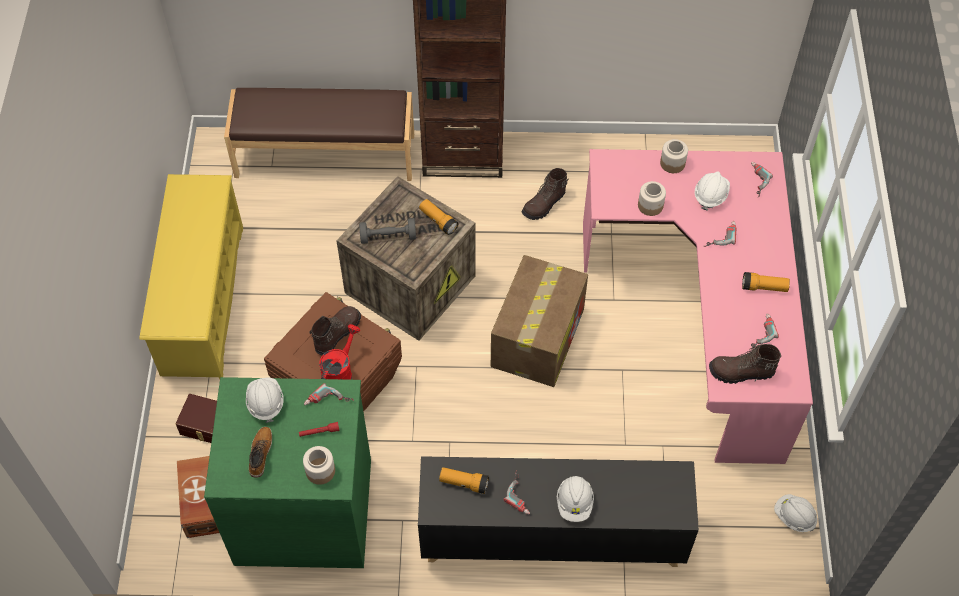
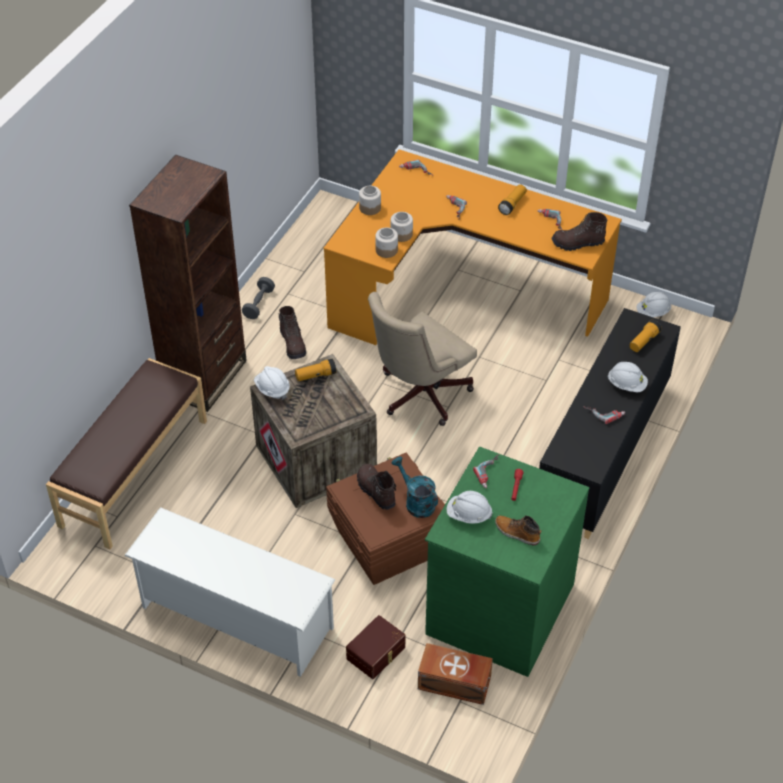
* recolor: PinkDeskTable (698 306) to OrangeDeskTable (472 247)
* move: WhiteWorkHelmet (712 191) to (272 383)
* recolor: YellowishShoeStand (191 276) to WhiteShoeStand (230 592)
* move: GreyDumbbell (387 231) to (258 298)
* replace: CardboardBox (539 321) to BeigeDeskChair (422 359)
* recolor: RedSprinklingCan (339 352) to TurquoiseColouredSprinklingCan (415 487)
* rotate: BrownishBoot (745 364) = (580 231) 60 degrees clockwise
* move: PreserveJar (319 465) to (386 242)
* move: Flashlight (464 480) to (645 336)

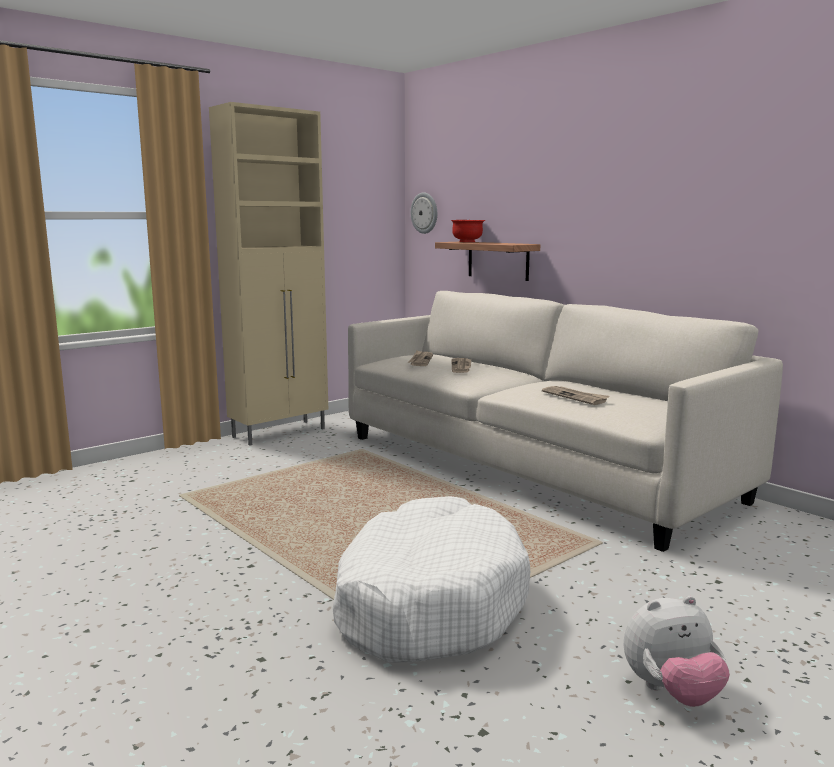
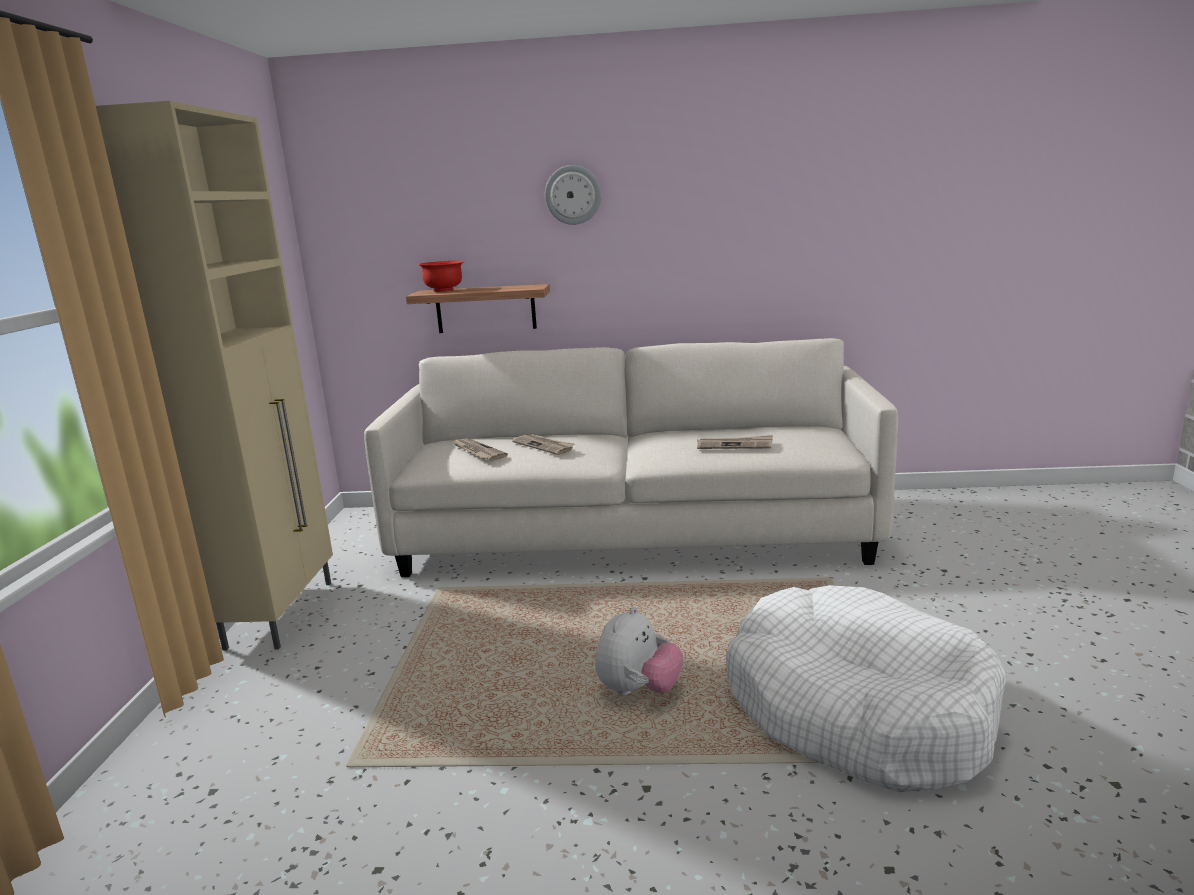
* move: HangingClock (423 213) to (573 195)
* move: CuddlyToy (677 651) to (639 650)

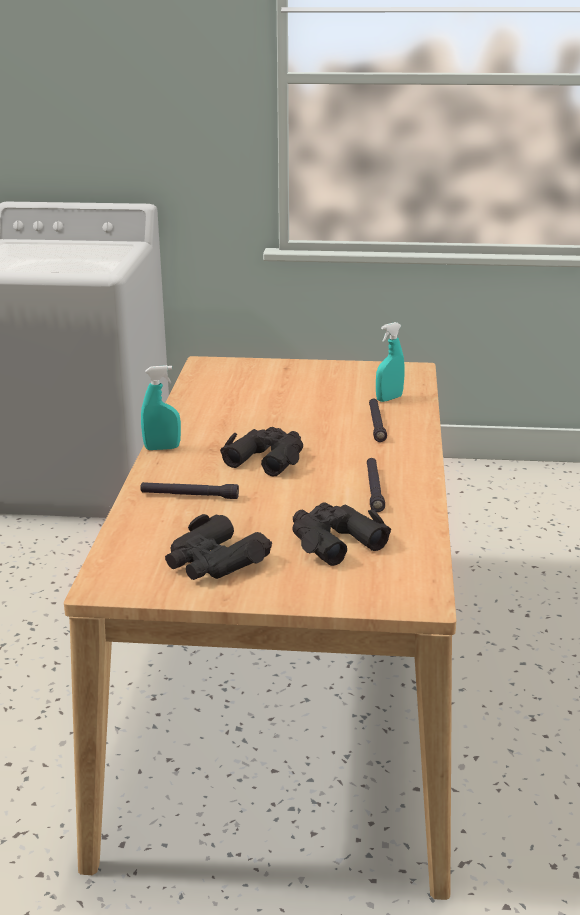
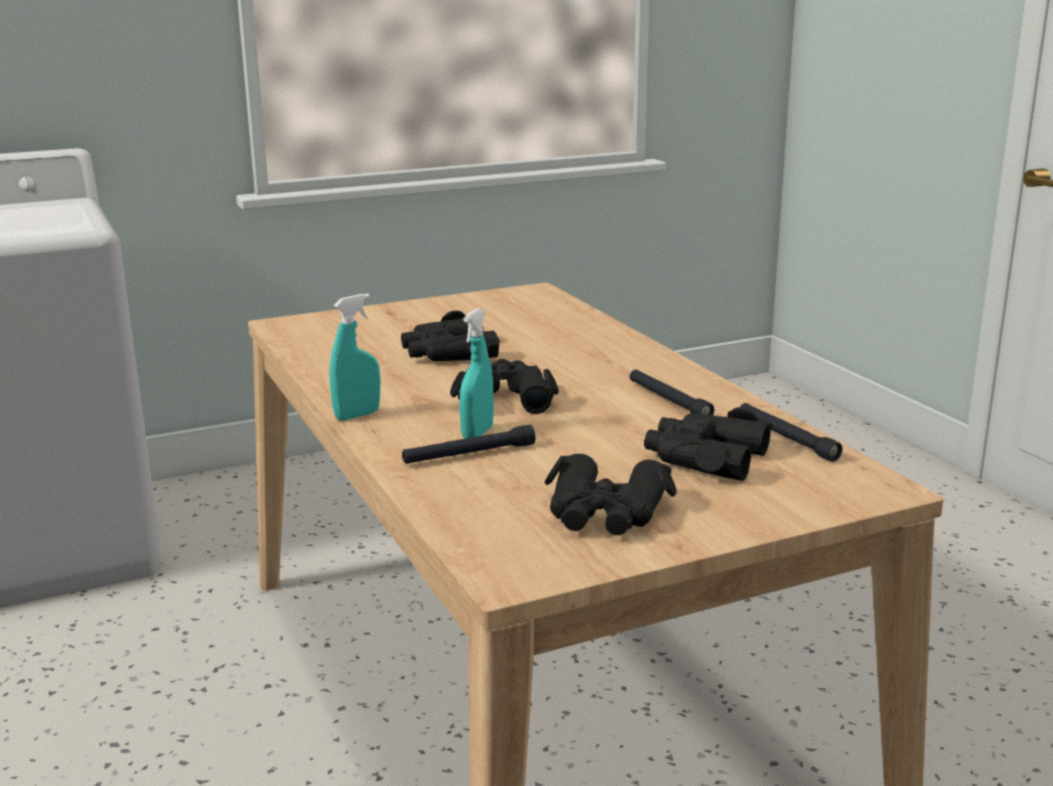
* move: TurquoiseColouredSprayer (390 362) to (477 373)
* move: BlackColouredFlashlight (378 420) to (791 432)
* insert: BlackColouredBinoculars (450 335)

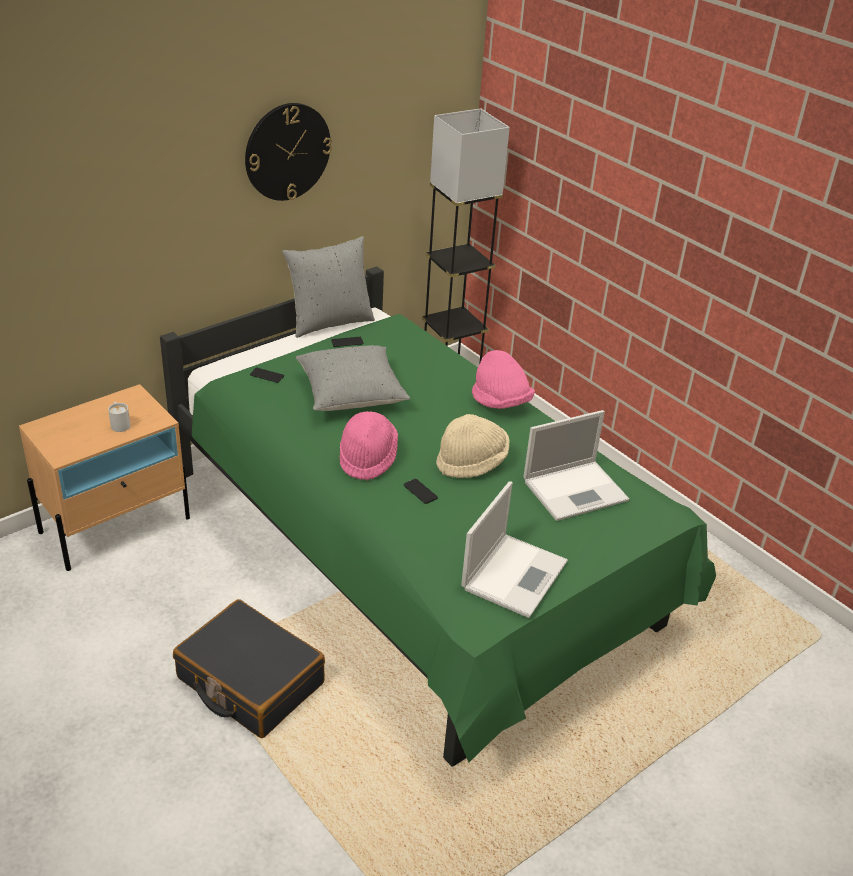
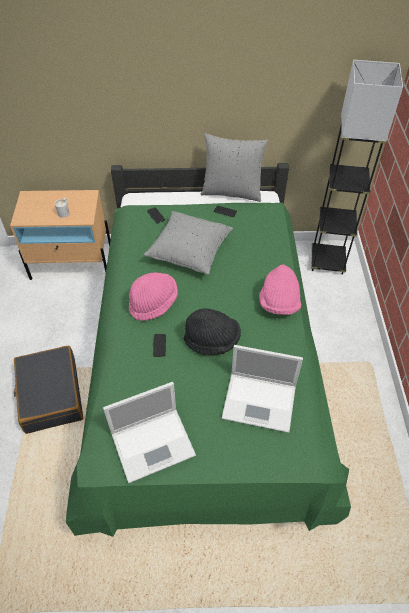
* delete: HangingClock (288 152)
* recolor: BeigeWearableHat (473 446) to BlackColouredWearableHat (212 331)

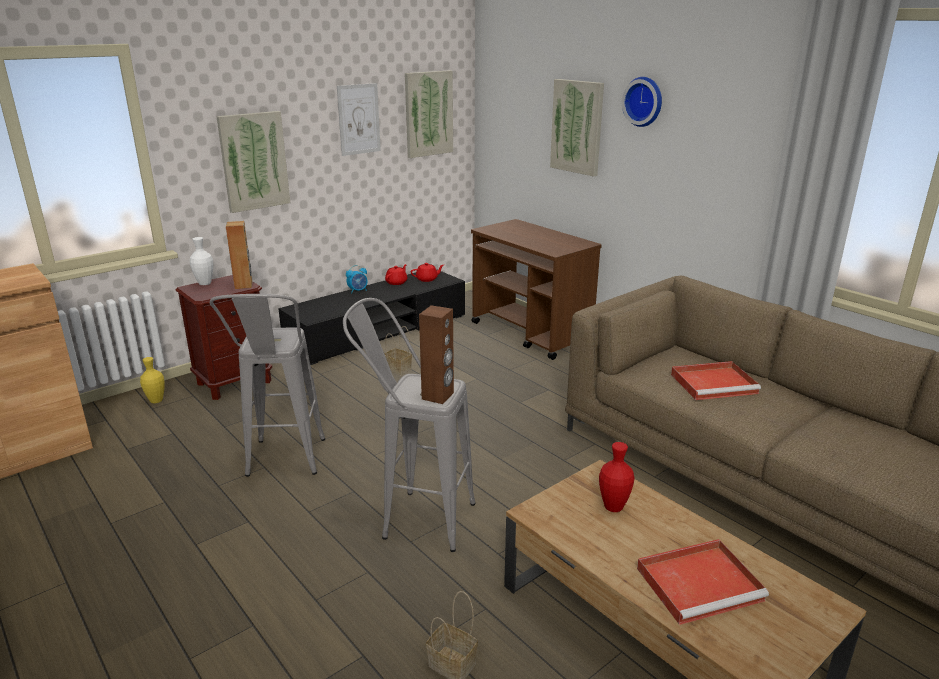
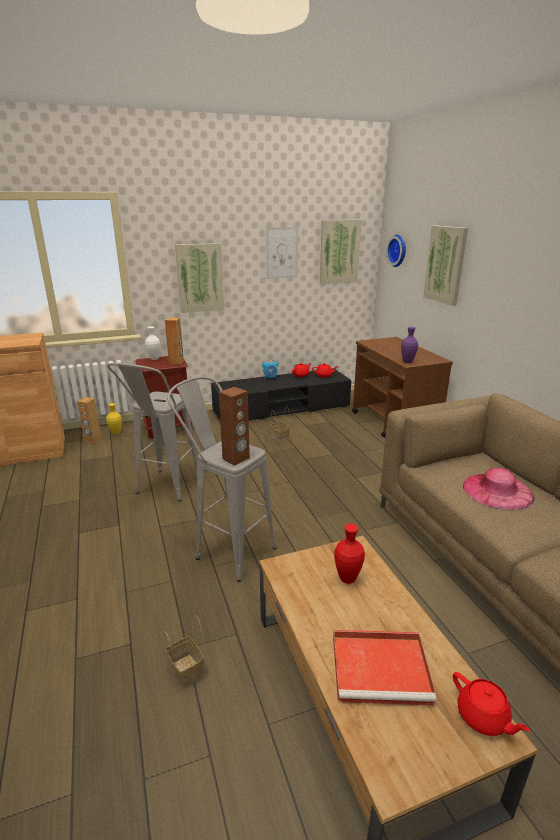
* move: HangingClock (642 102) to (396 251)
* replace: RedTray (716 380) to PinkWearableHat (499 489)
* insert: PurpleFlowerVase (409 345)
* insert: BrownishSpeaker (89 420)
* insert: RedTeapot (491 704)

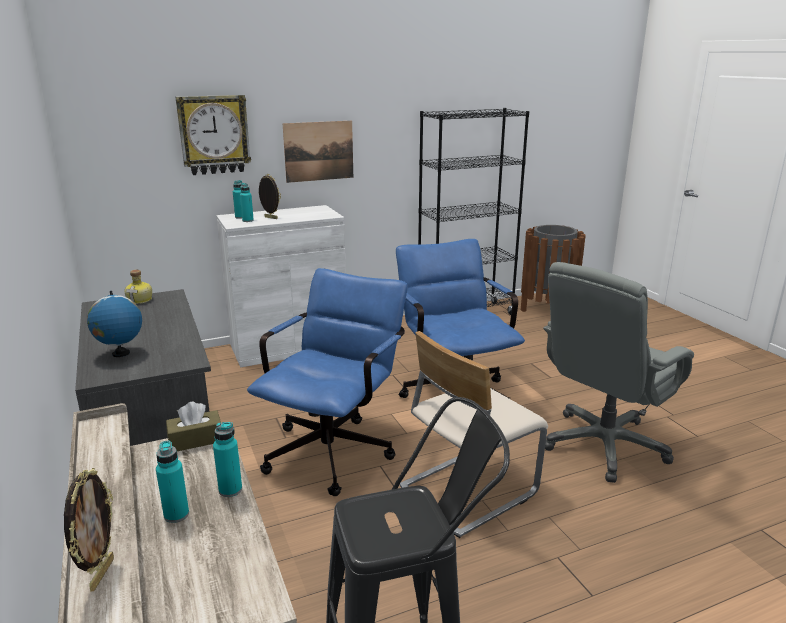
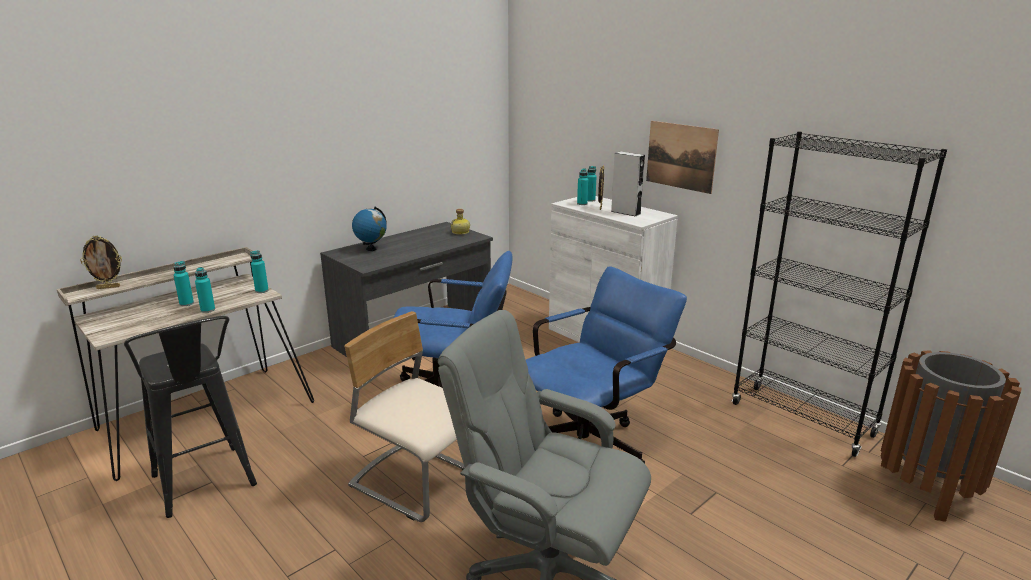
* delete: HangingClock (213 135)
* replace: BrownishTissueHolder (193 426) to TurquoiseColouredDrinkBottle (259 271)
* insert: GreySpeaker (628 184)

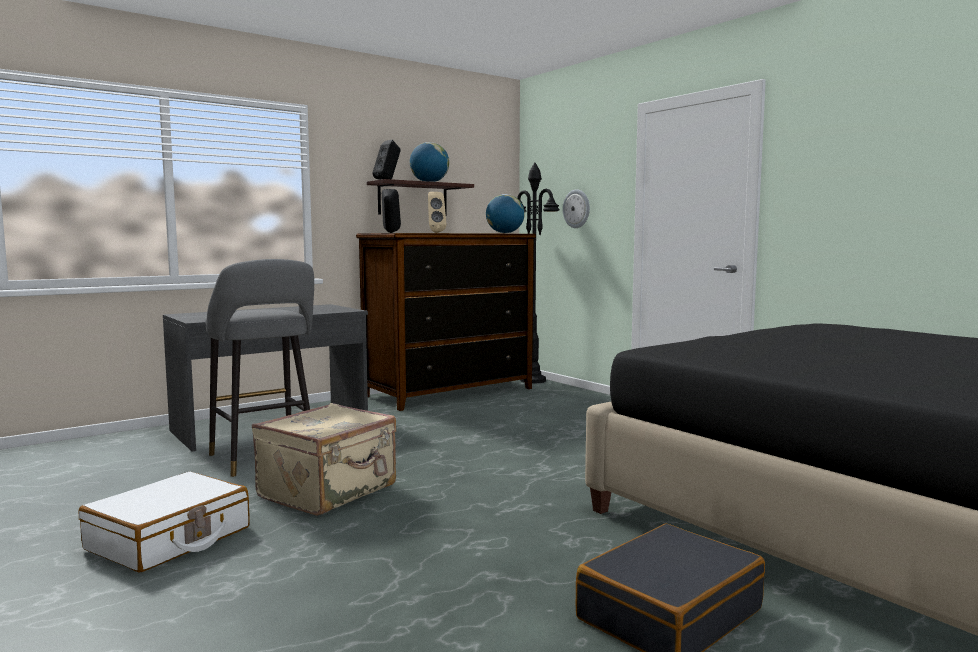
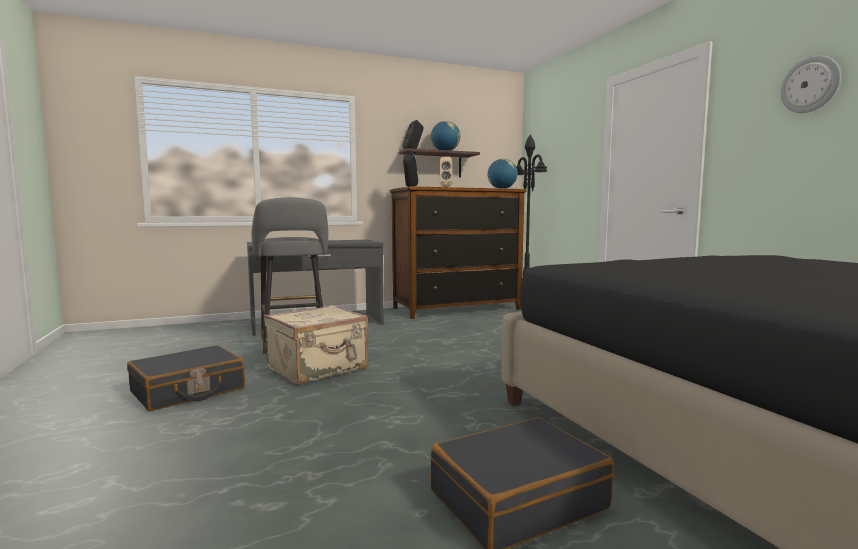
* move: HangingClock (576 208) to (811 84)
* recolor: WhiteTravelCase (164 522) to BlackColouredTravelCase (186 378)

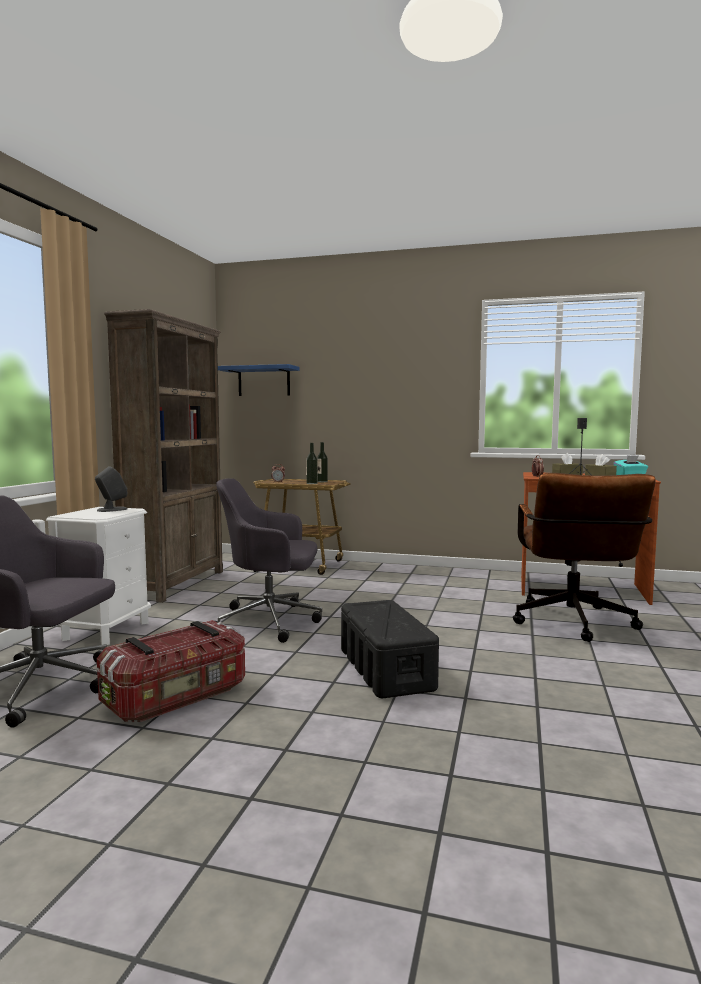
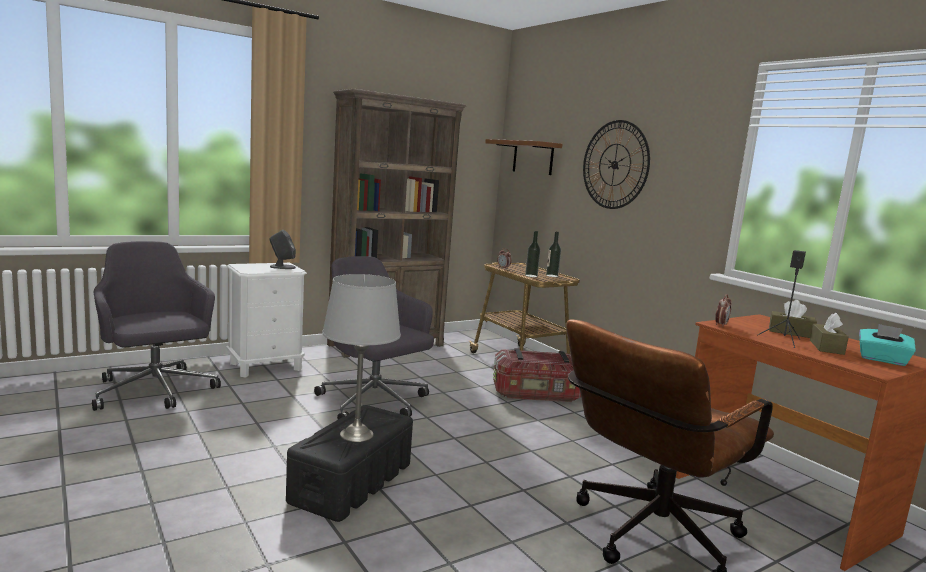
* recolor: BlueColouredWallShelf (259 380) to BrownishWallShelf (523 157)
* move: StorageBox (171 671) to (537 375)
* insert: HangingClock (616 164)
* insert: GreyTableLamp (361 358)

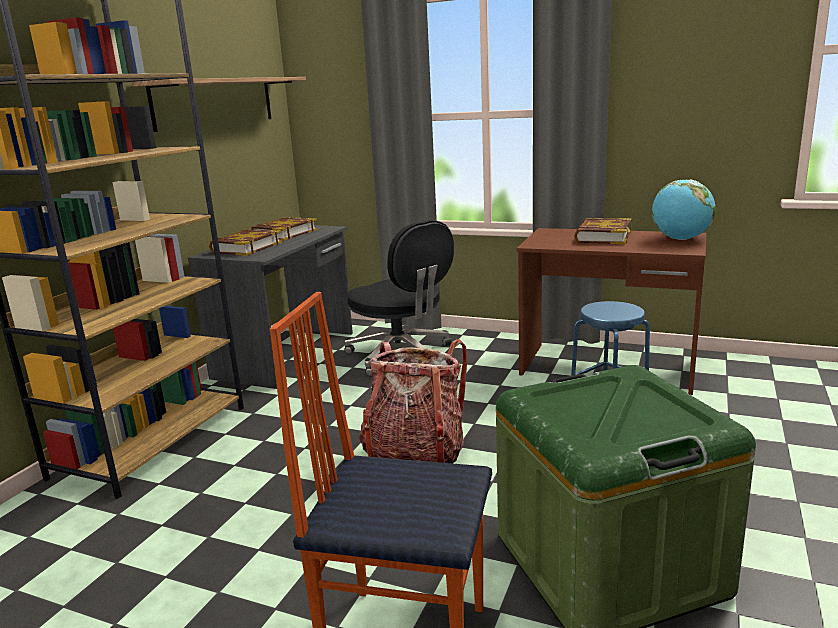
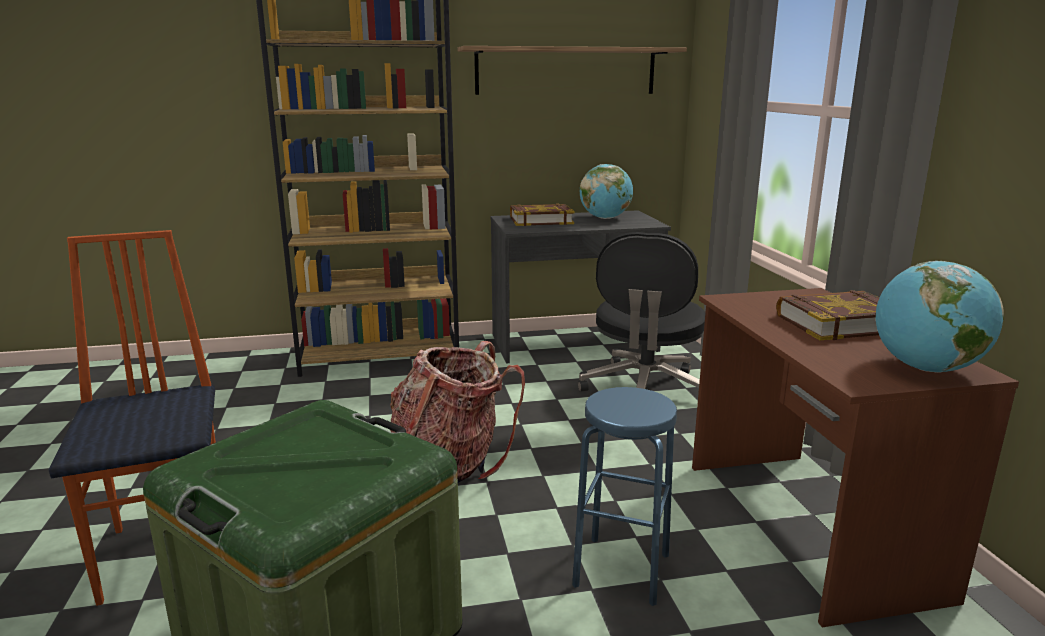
* replace: Book (284 229) to DeskGlobe (606 191)

